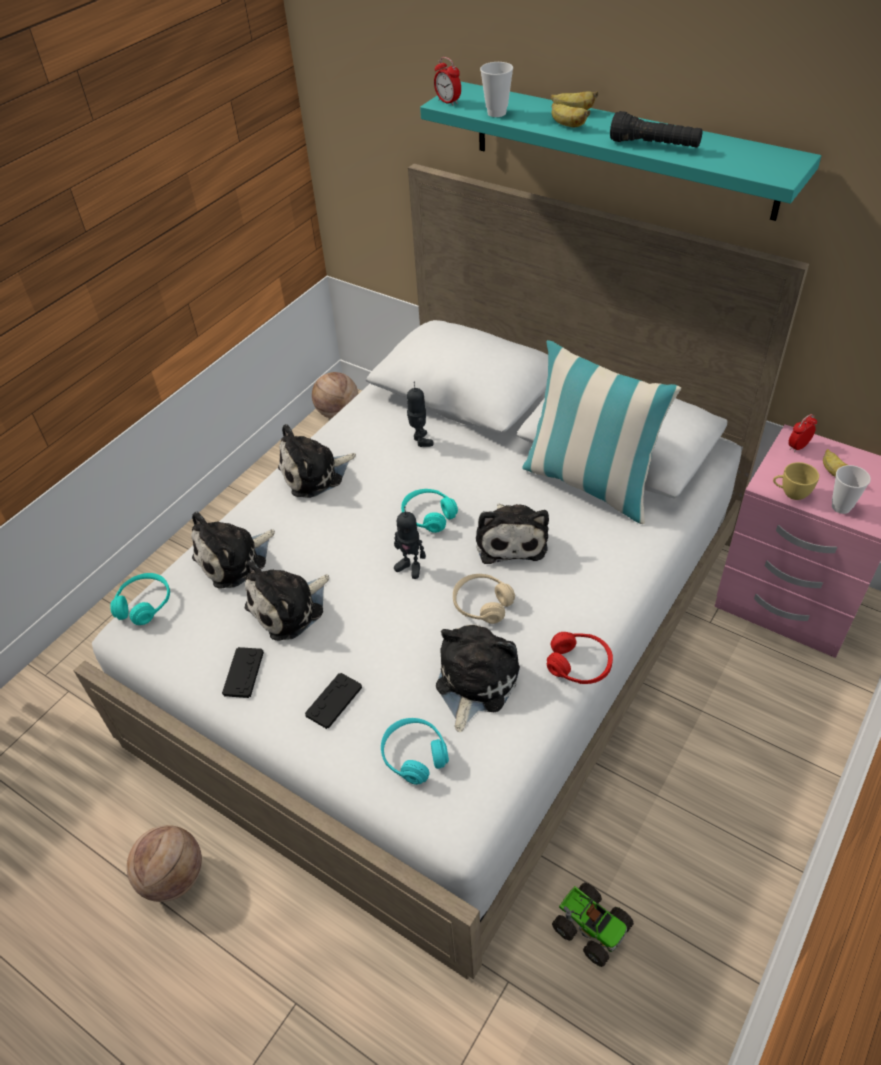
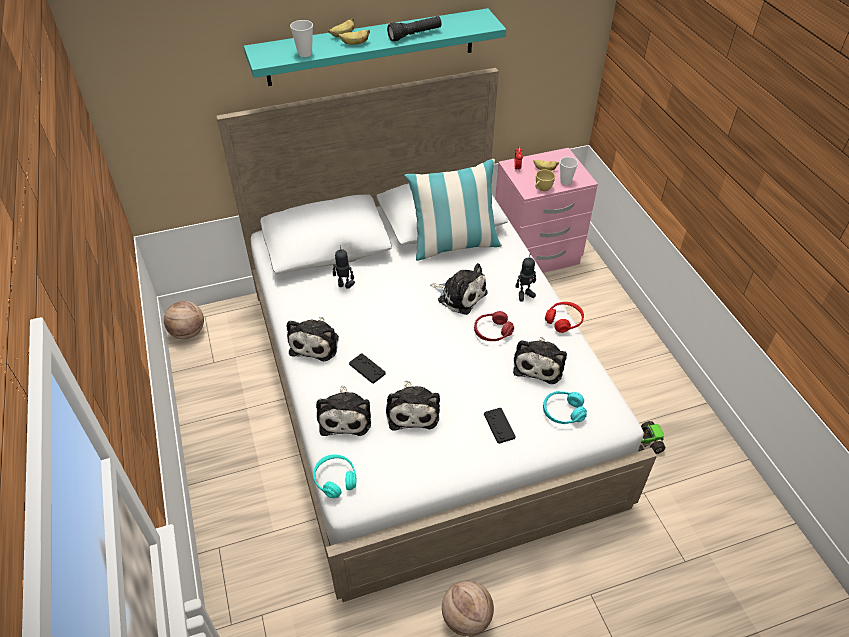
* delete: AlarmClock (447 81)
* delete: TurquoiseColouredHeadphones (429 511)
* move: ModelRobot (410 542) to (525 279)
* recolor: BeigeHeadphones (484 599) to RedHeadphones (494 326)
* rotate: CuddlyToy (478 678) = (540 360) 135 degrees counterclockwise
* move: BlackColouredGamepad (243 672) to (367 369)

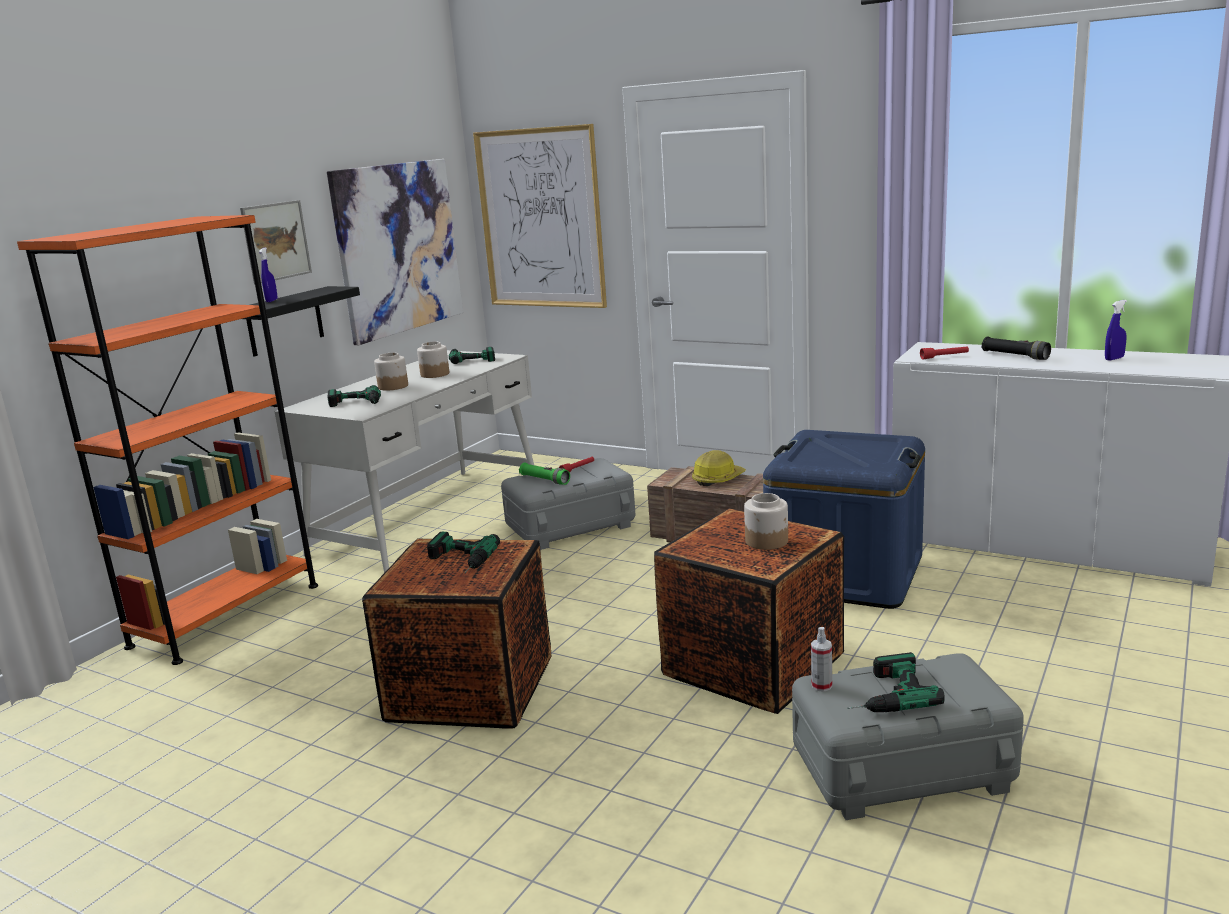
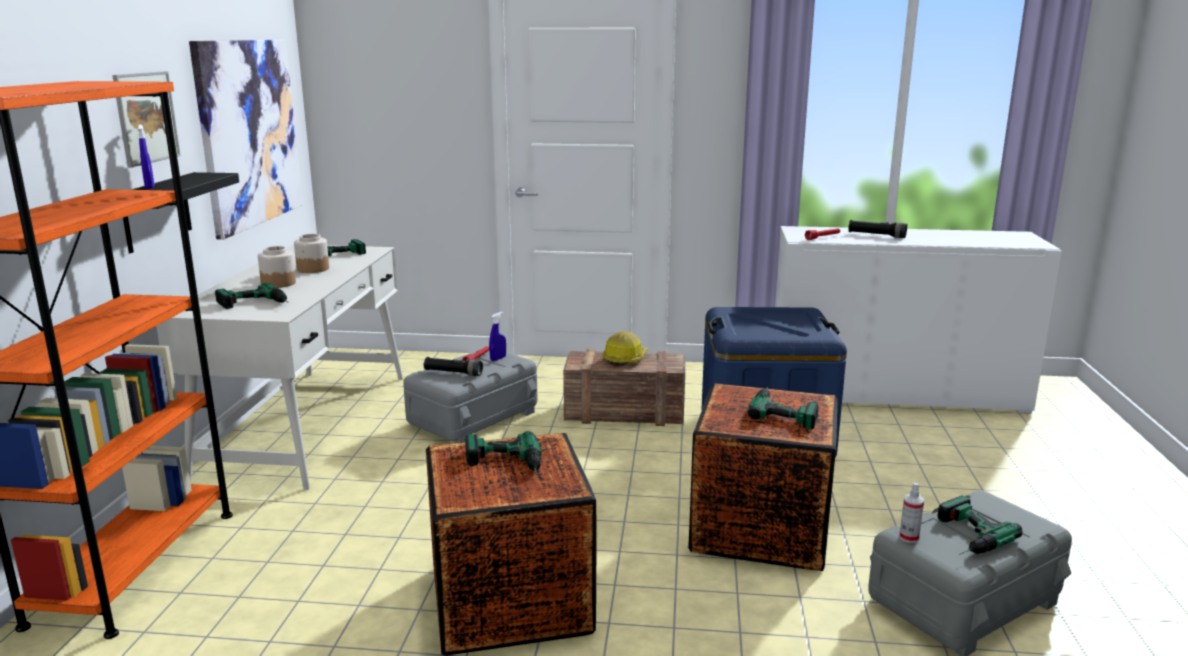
* delete: WallPicture (540 216)
* move: BlueColouredSprayer (1116 330) to (497 336)
* recolor: GreenFlashlight (544 474) to BlackColouredFlashlight (453 366)
* replace: PreserveJar (766 521) to Drill (783 408)

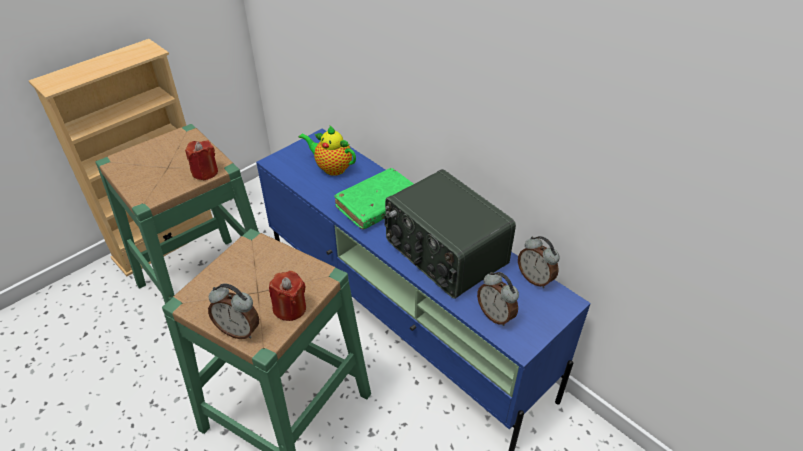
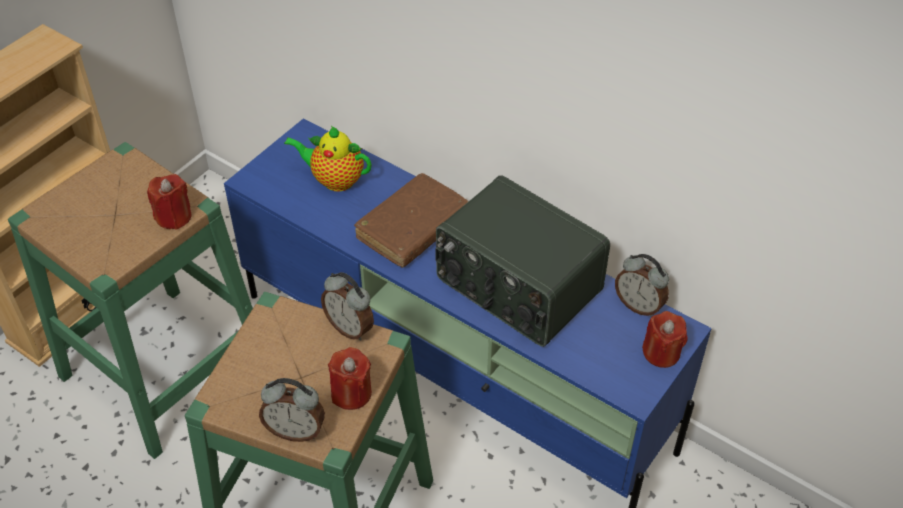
* recolor: GreenBook (373 199) to BrownishBook (411 220)
* move: AlarmClock (498 299) to (347 306)
* insert: RedWaxLight (665 339)

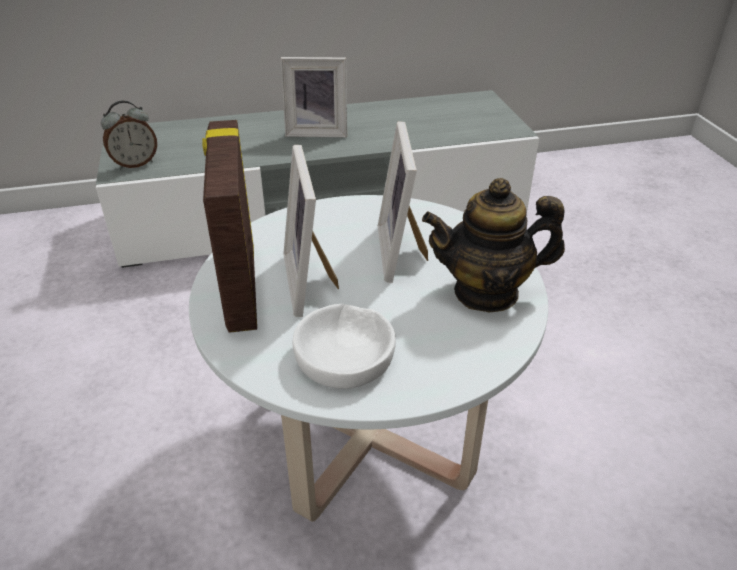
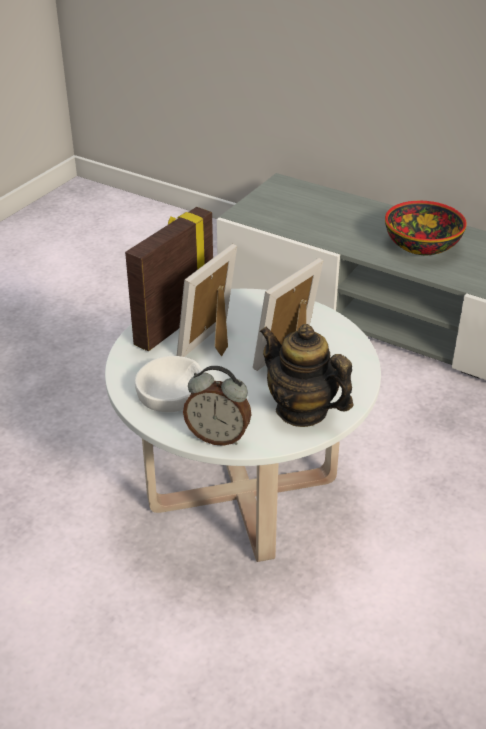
* replace: PictureFrame (314 97) to ServingBowl (426 228)
* move: AlarmClock (129 135) to (217 406)

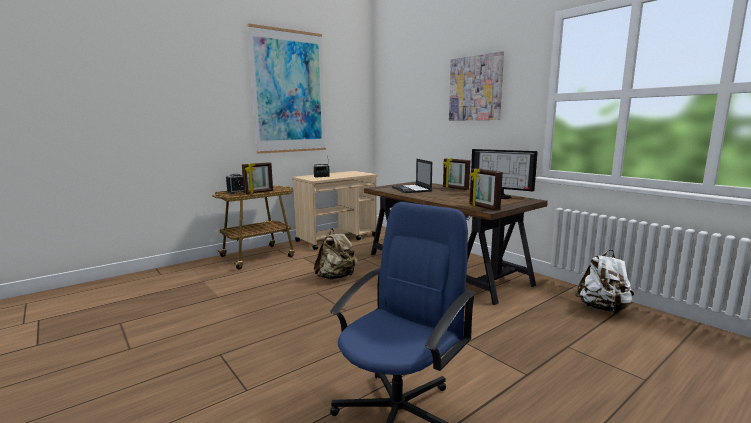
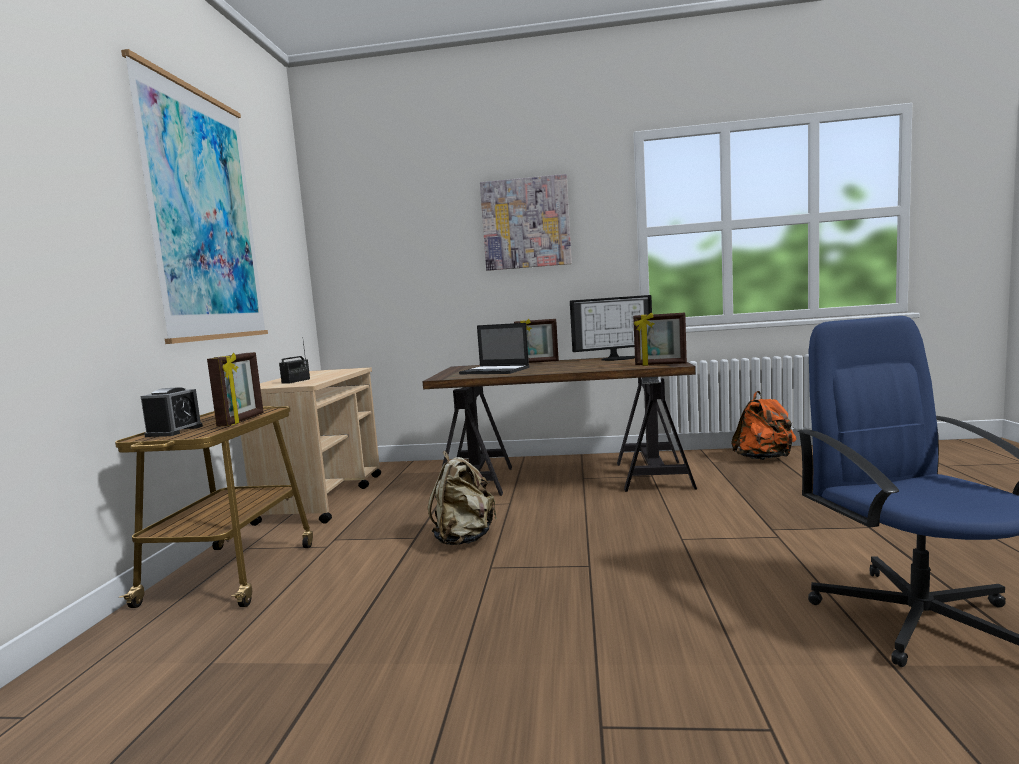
* recolor: WhiteBackpack (604 281) to OrangeBackpack (764 425)

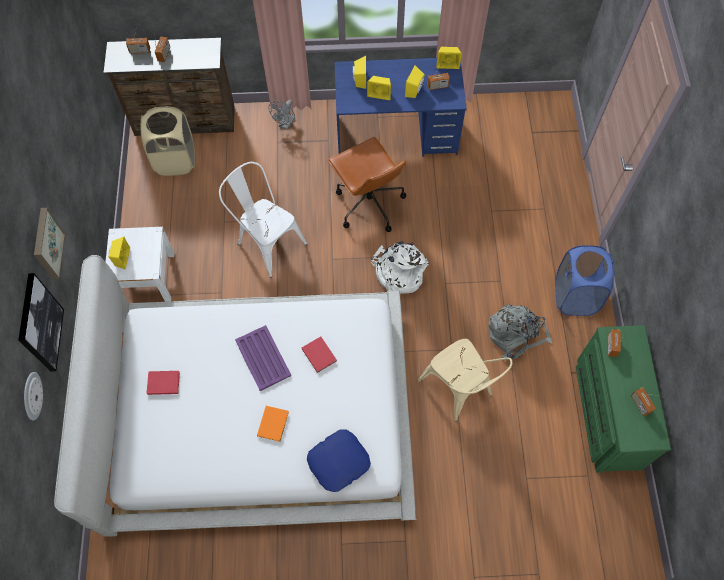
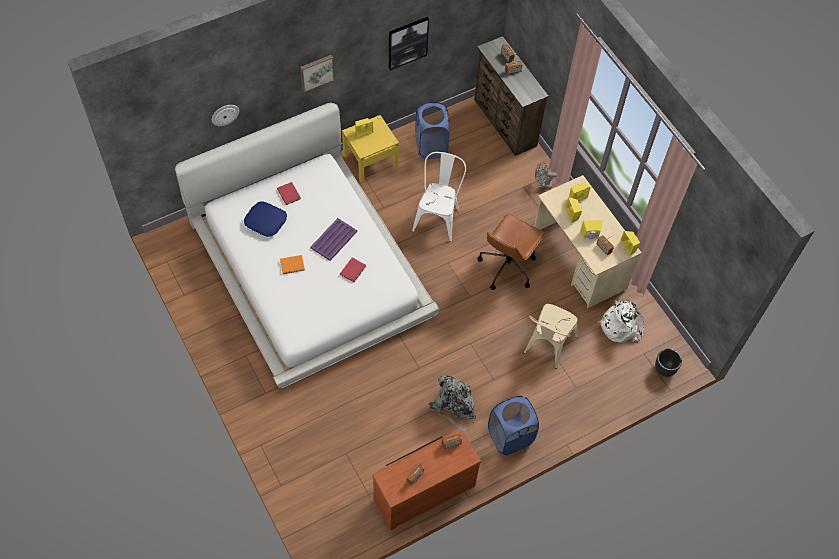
* recolor: BlueColouredDeskTable (400 107) to BeigeDeskTable (588 242)
* delete: BeigeLaundryBasket (168 141)
* recolor: WhiteNightTable (140 264) to YellowishNightTable (370 149)
* move: WhiteBackpack (400 268) to (621 321)
* move: WallPicture (41 322) to (409 43)
* recolor: GreenDrawerChest (623 399) to BrownishDrawerChest (426 480)
* move: BeigeUprightChair (465 380) to (551 336)
* move: BlueColouredPillow (339 460) to (265 219)
* insert: BlueColouredLaundryBasket (432 130)
* insert: BlackColouredFlowerPot (668 363)

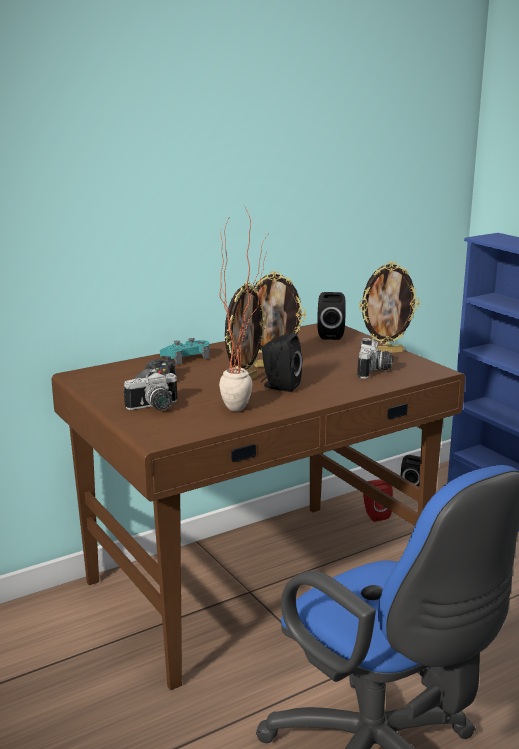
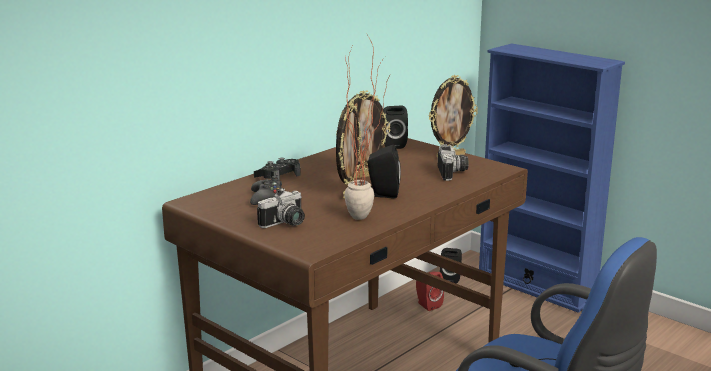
* recolor: TurquoiseColouredGamepad (184 351) to BlackColouredGamepad (277 169)

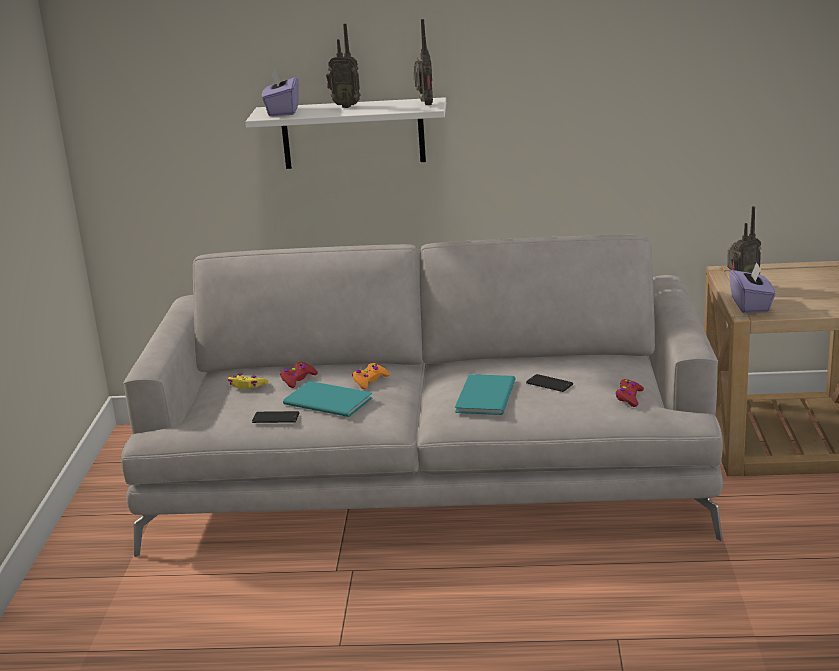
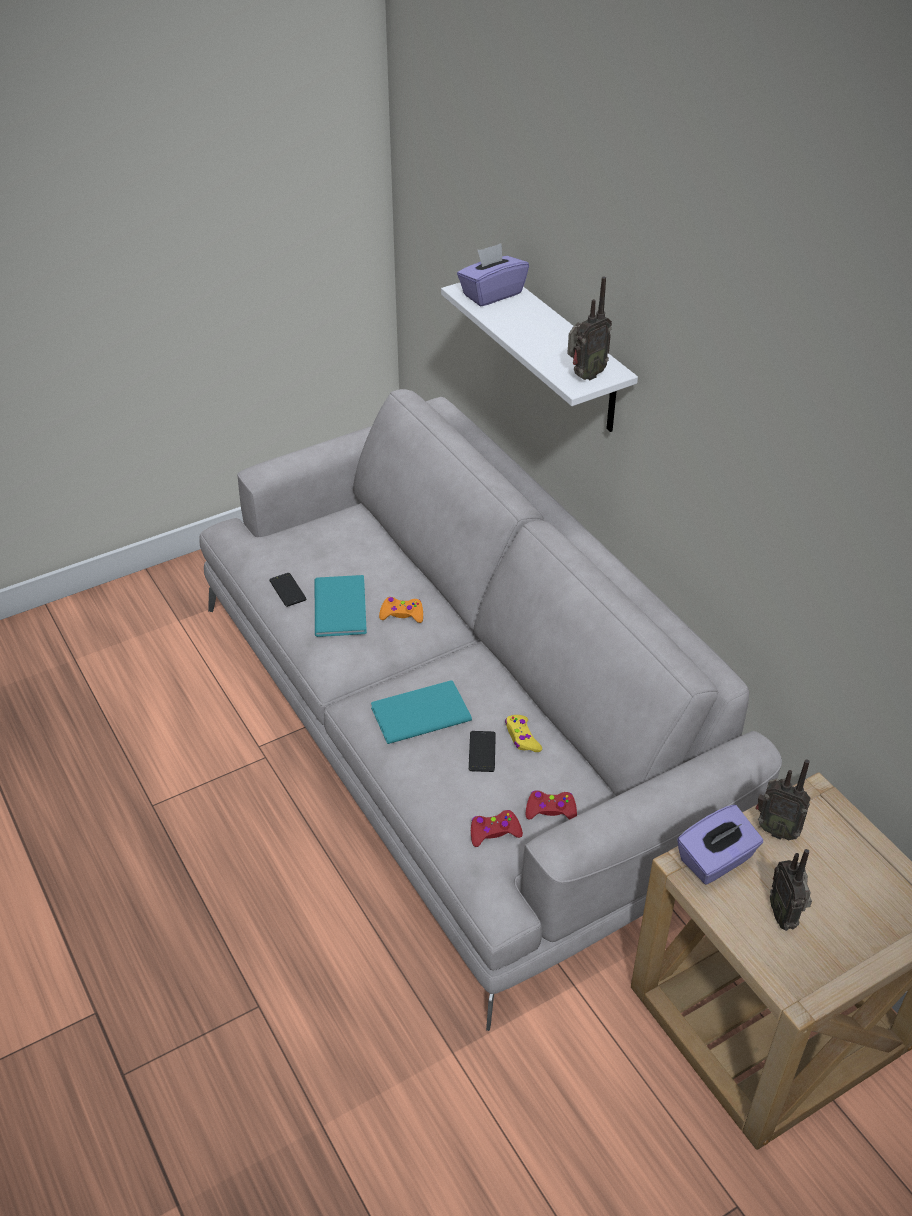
* move: Radio (343 65) to (791 890)
* move: RedGamepad (299 375) to (551 805)
* move: YellowishGamepad (248 381) to (523 733)

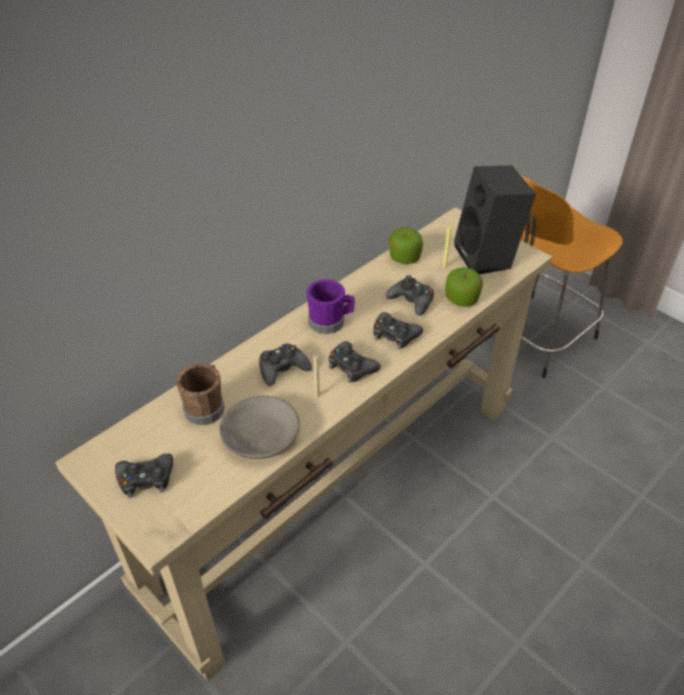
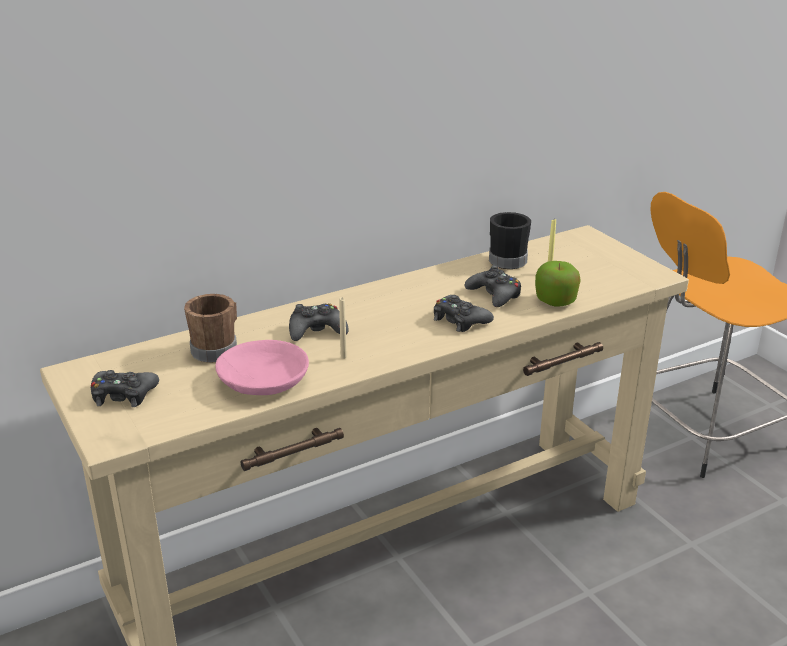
* delete: BlackColouredSpeaker (495 219)
* replace: WholeApple (406 245) to BlackColouredCoffeeMug (510 240)
* delete: PurpleCoffeeMug (330 306)
* delete: BlackColouredGamepad (355 362)
* recolor: GreyServingBowl (259 427) to PinkServingBowl (262 367)

